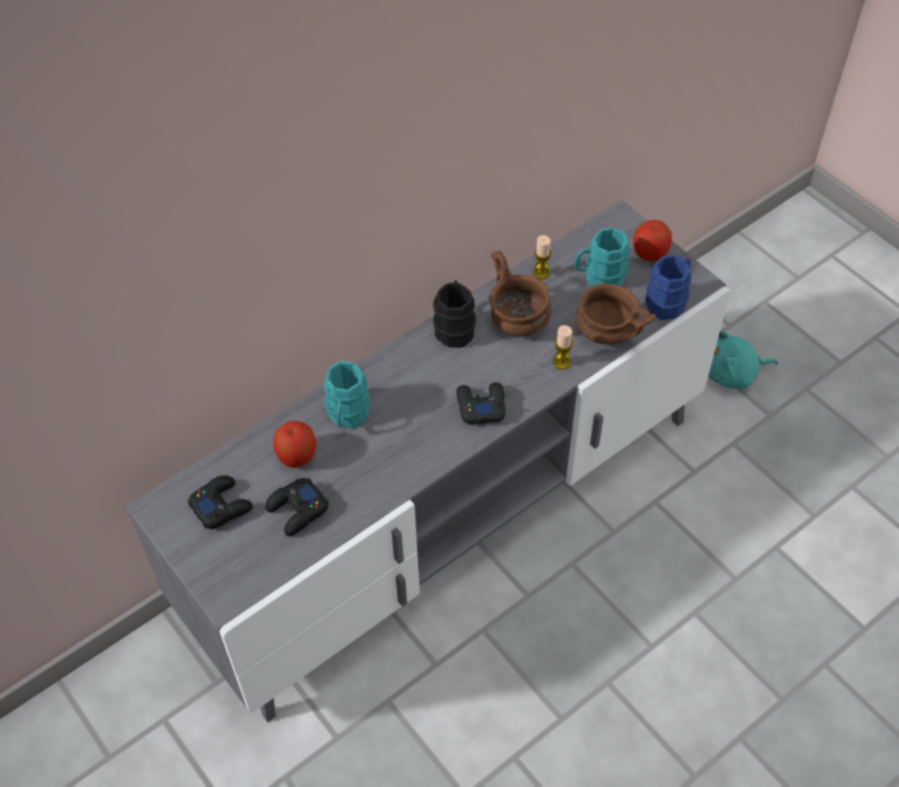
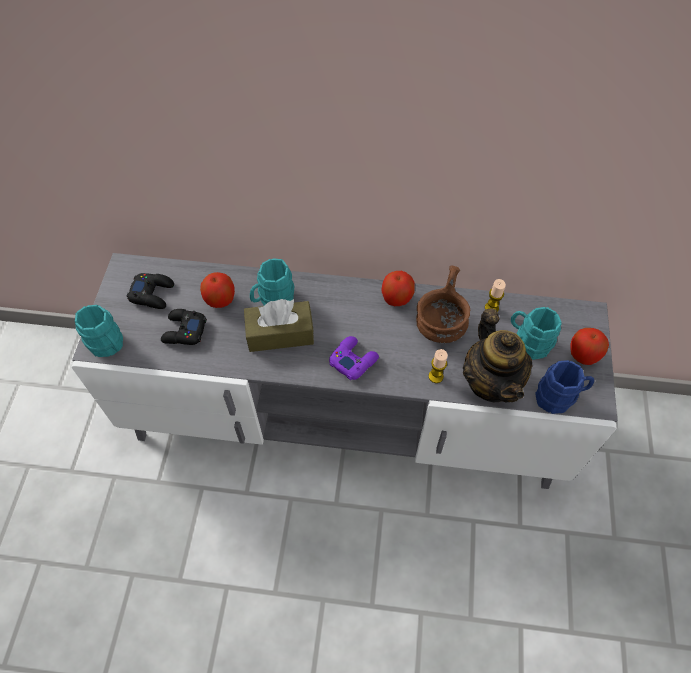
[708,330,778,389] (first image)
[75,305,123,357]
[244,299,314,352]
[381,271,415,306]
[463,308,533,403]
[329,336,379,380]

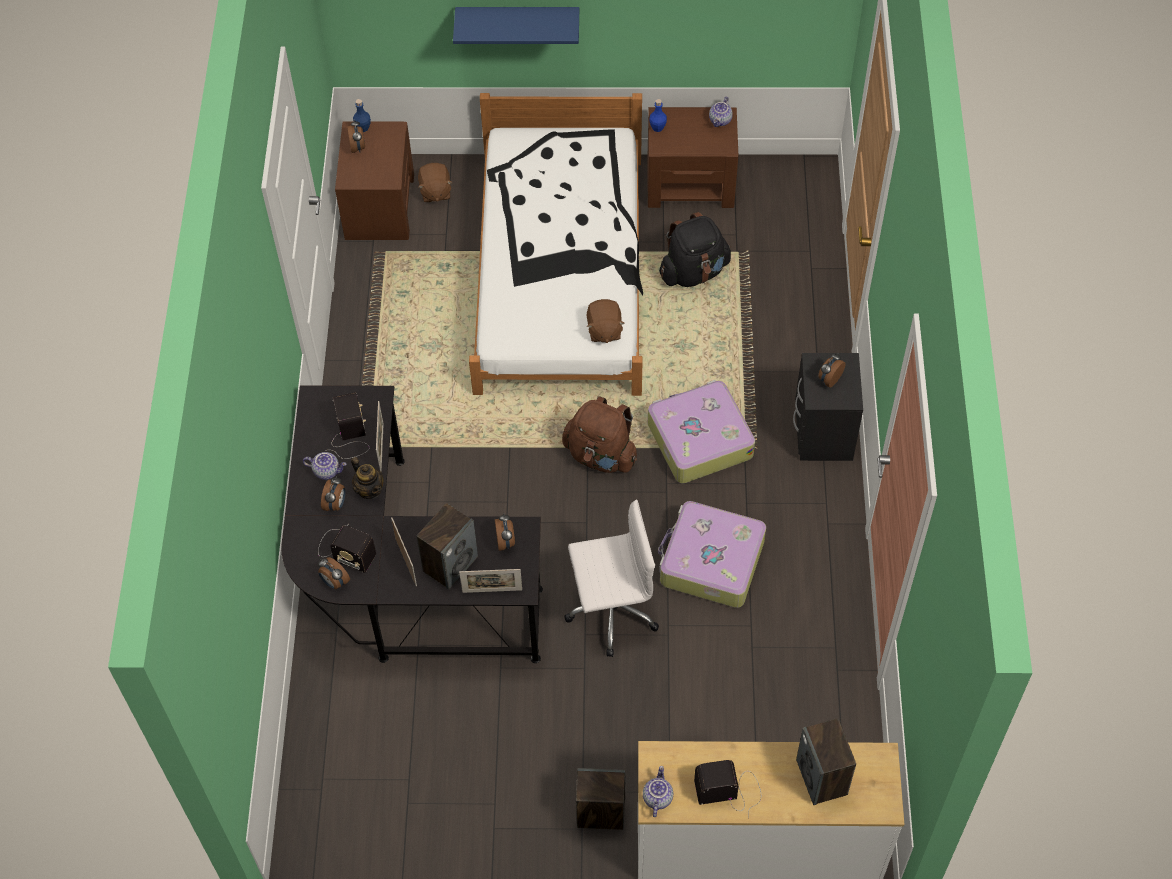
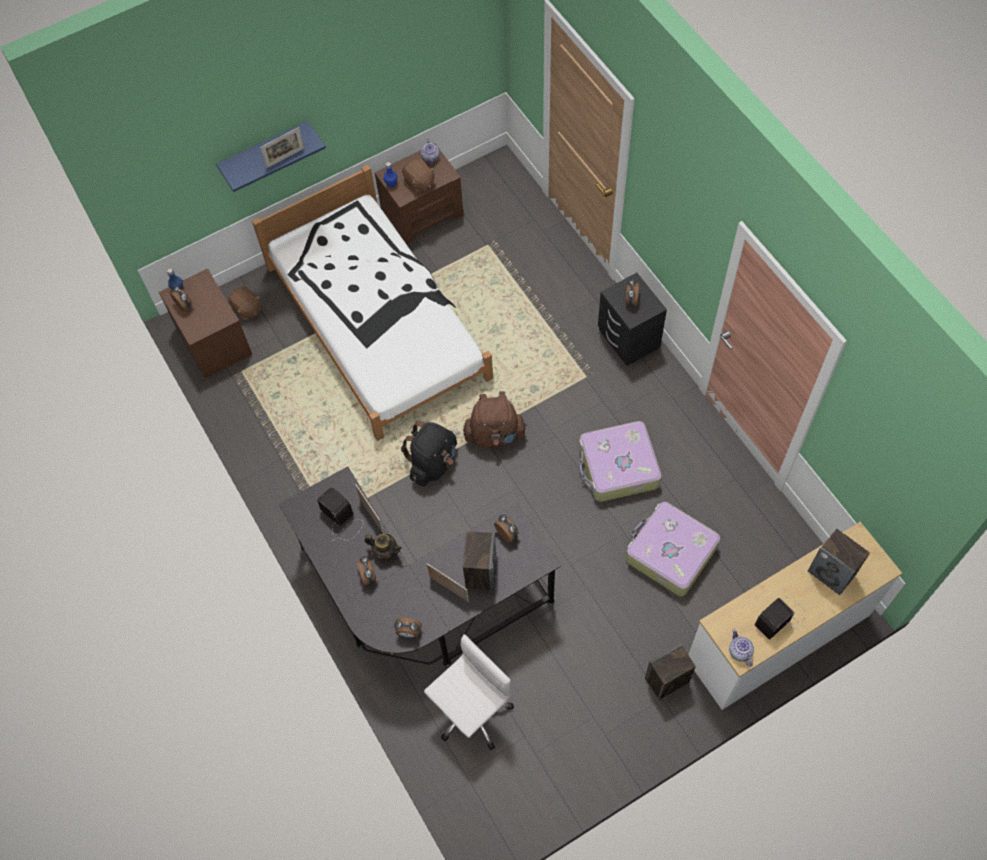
[303,452,347,480] (first image)
[318,525,376,573] (first image)
[260,127,304,168]
[424,634,514,750]
[402,158,435,193]
[626,502,720,596]
[401,421,457,486]

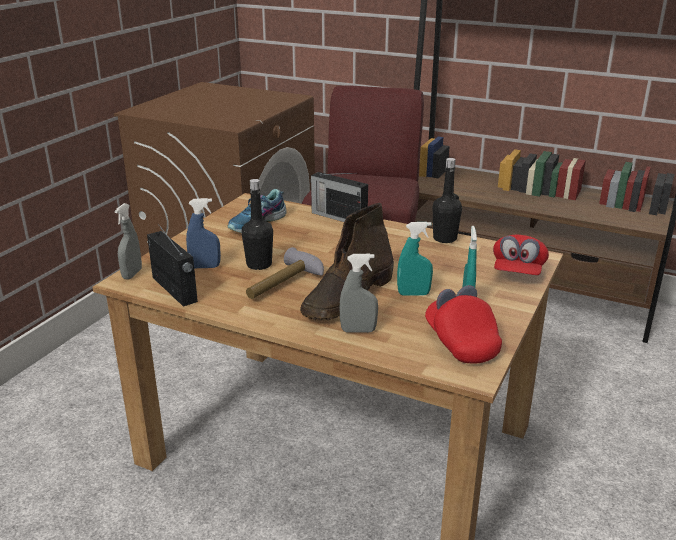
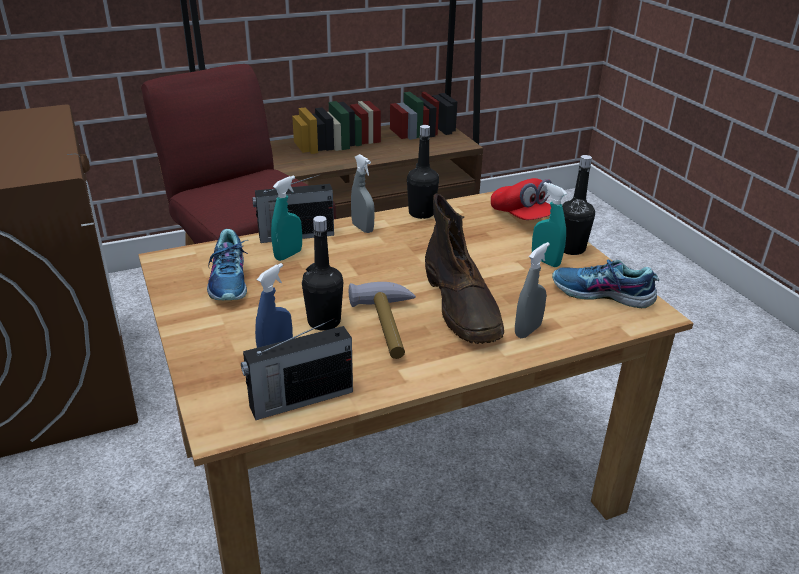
[562,155,595,255]
[351,154,375,233]
[271,175,302,261]
[552,259,659,308]
[241,319,353,420]

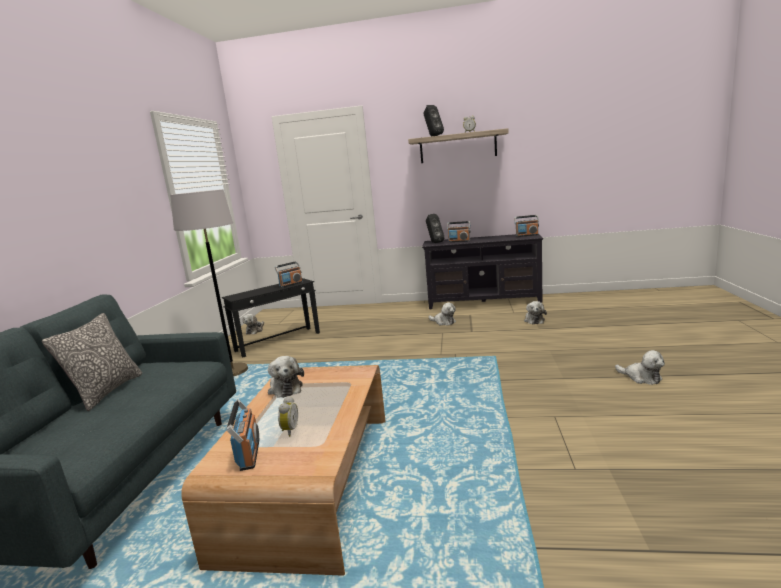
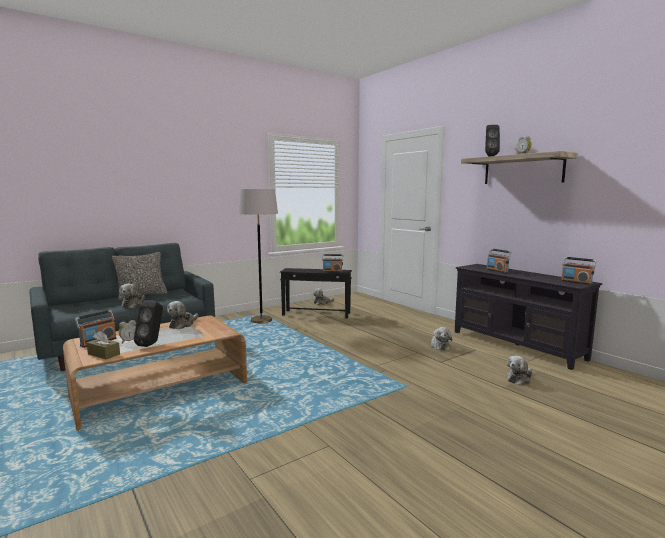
[87,331,120,359]
[134,300,163,347]
[119,284,145,308]

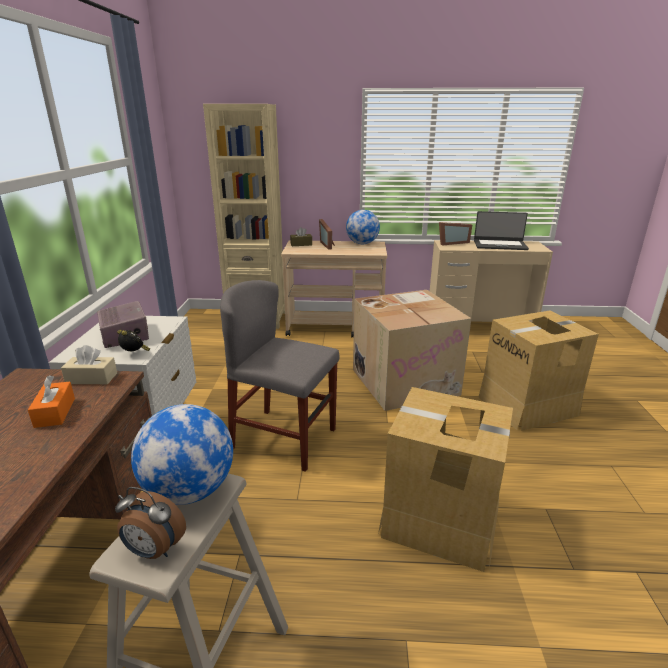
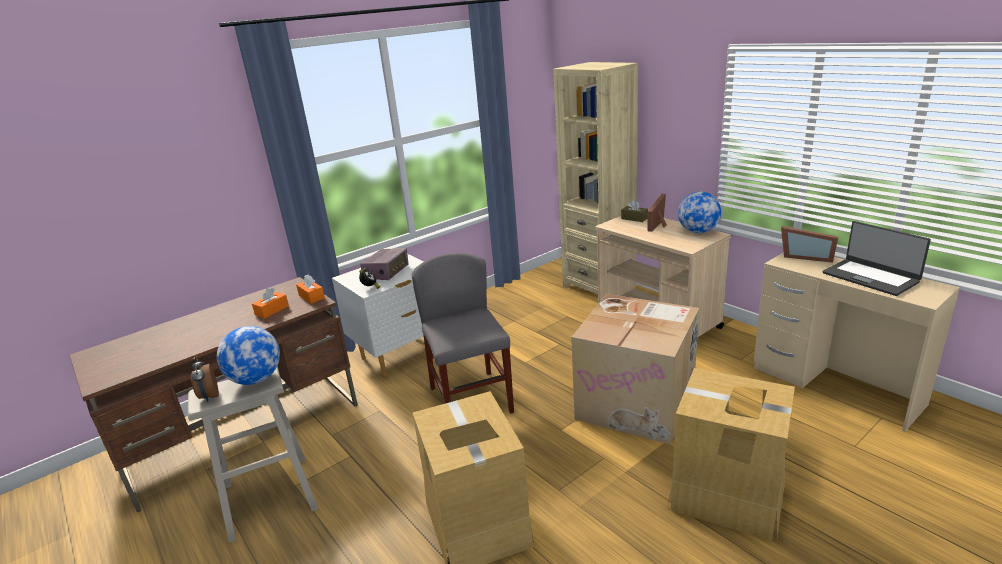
[296,274,325,304]

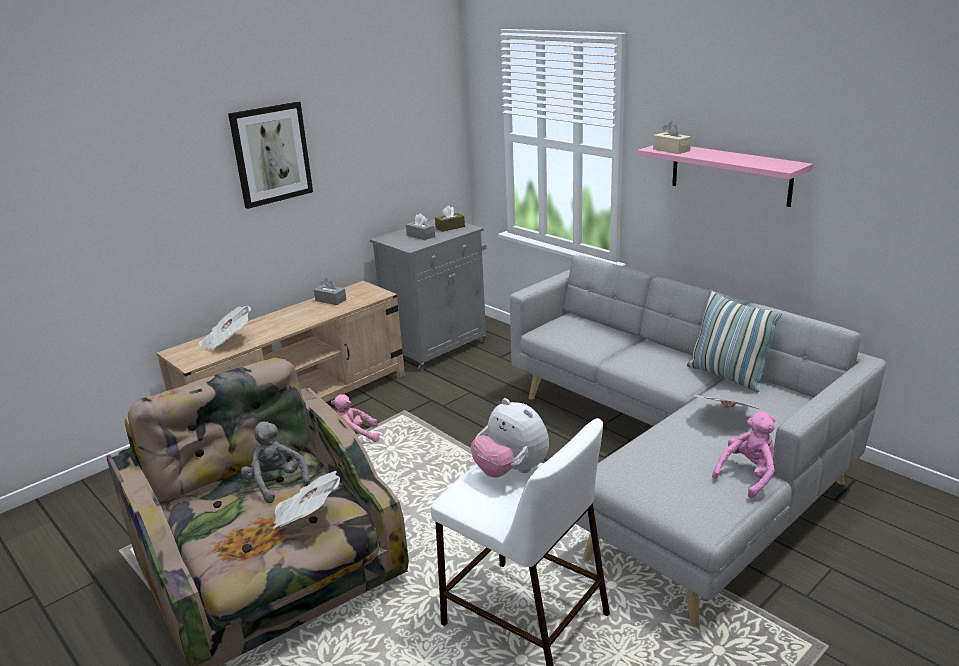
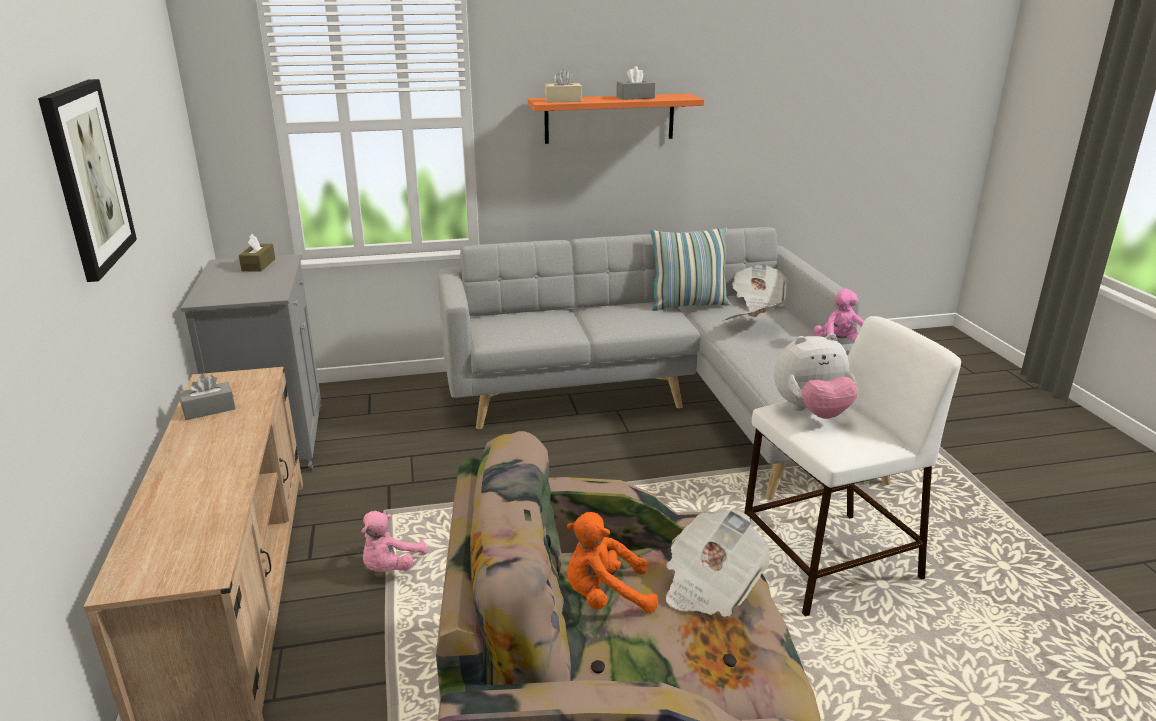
[732,264,787,310]
[616,66,655,100]
[567,512,658,613]
[528,94,704,144]

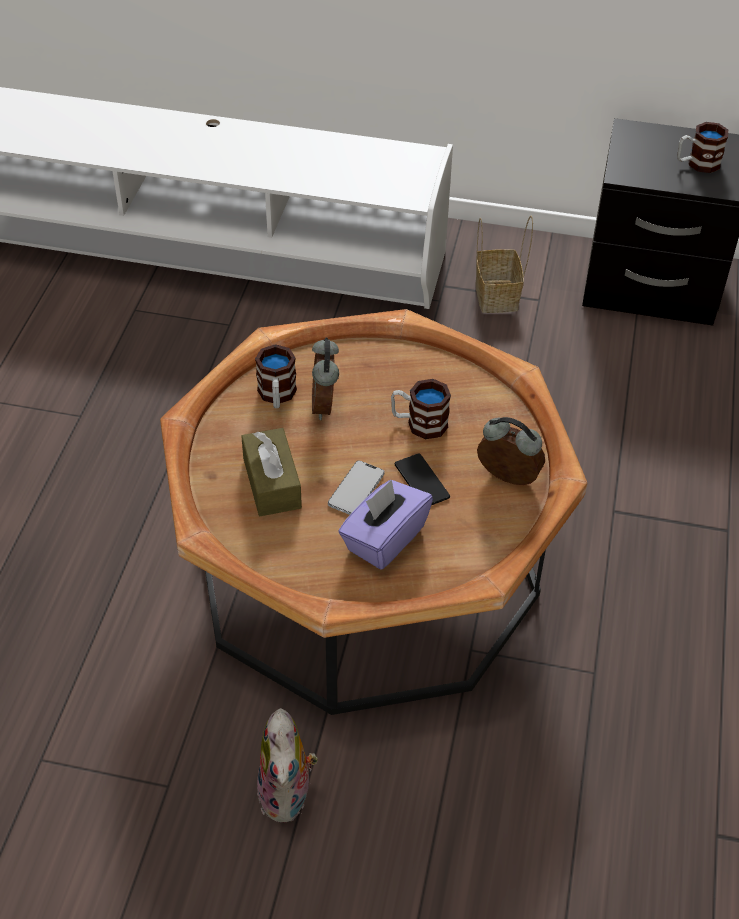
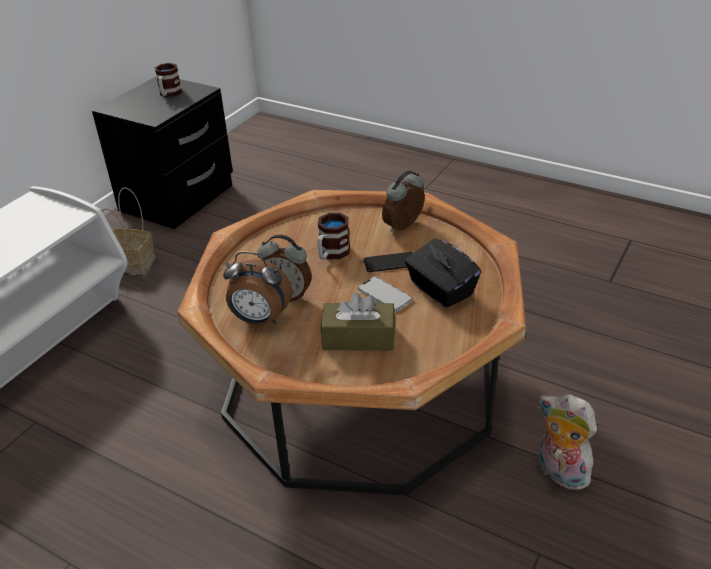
[223,251,292,325]
[405,238,481,308]
[539,394,597,490]

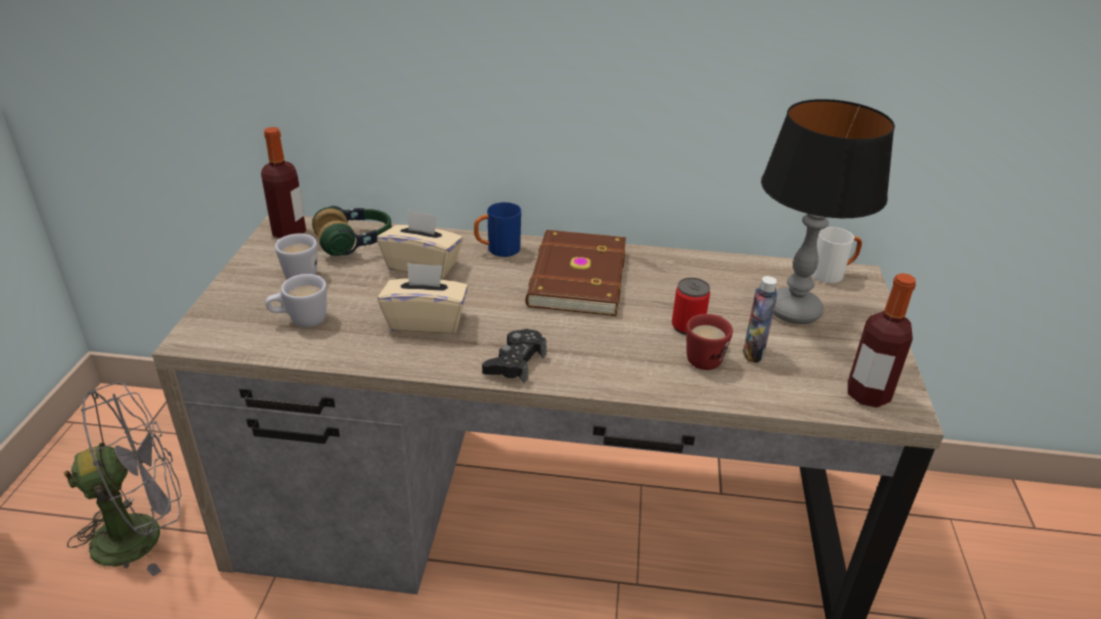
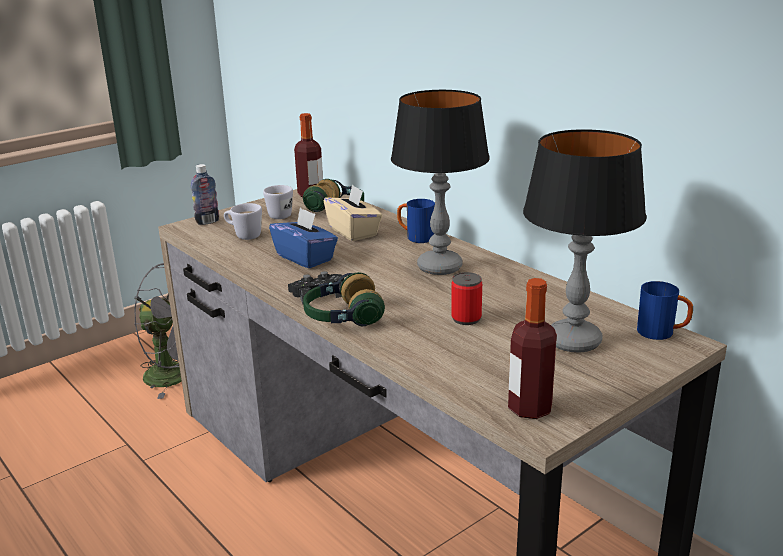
[686,314,733,370] (first image)
[303,272,385,326]
[191,164,219,225]
[391,90,490,275]
[269,207,338,268]
[637,281,693,340]

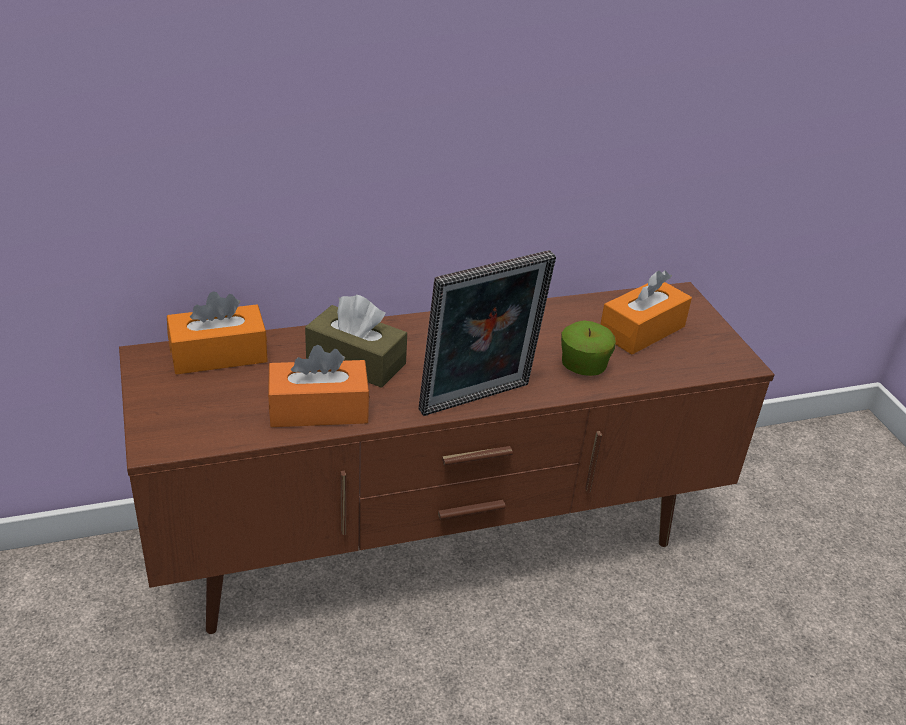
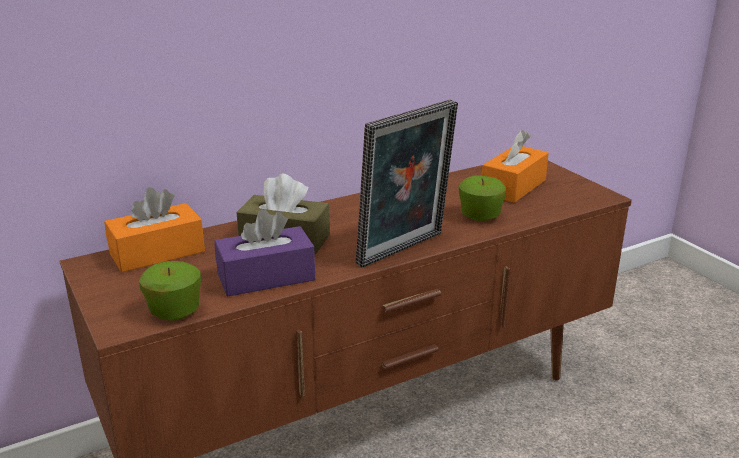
[139,261,201,321]
[214,209,315,296]

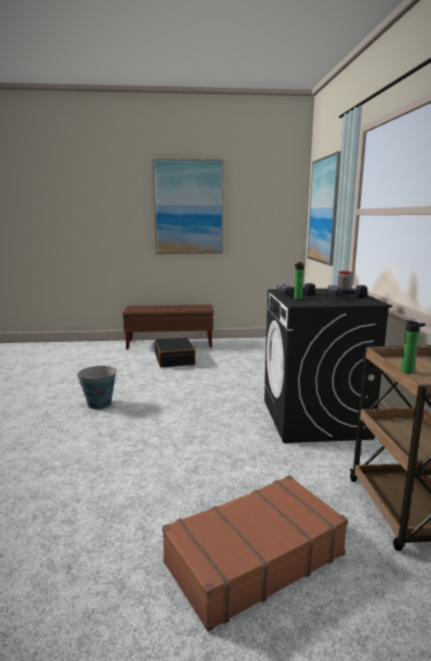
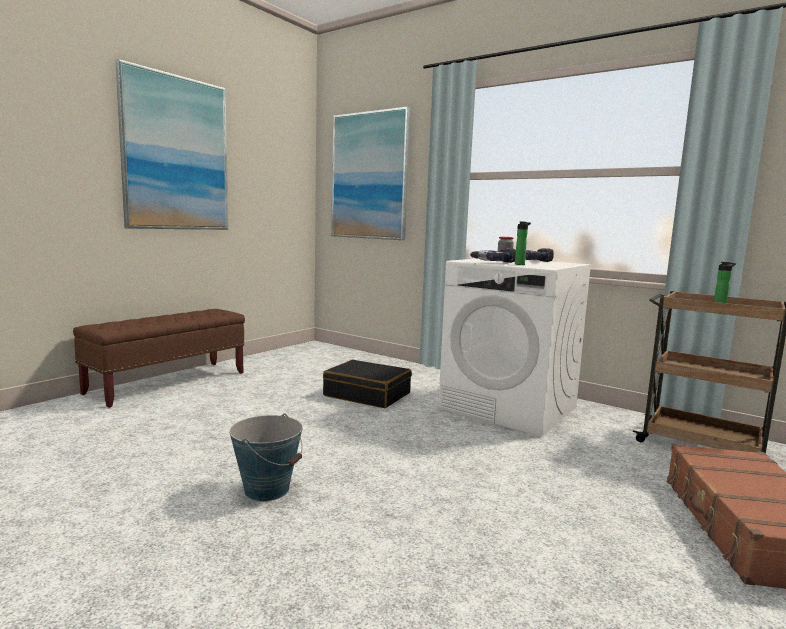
[323,360,412,408]
[438,258,592,437]

